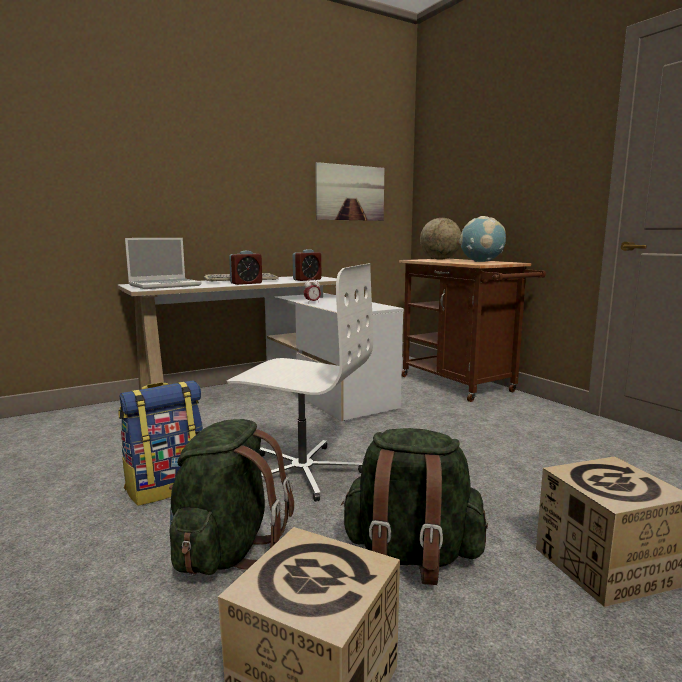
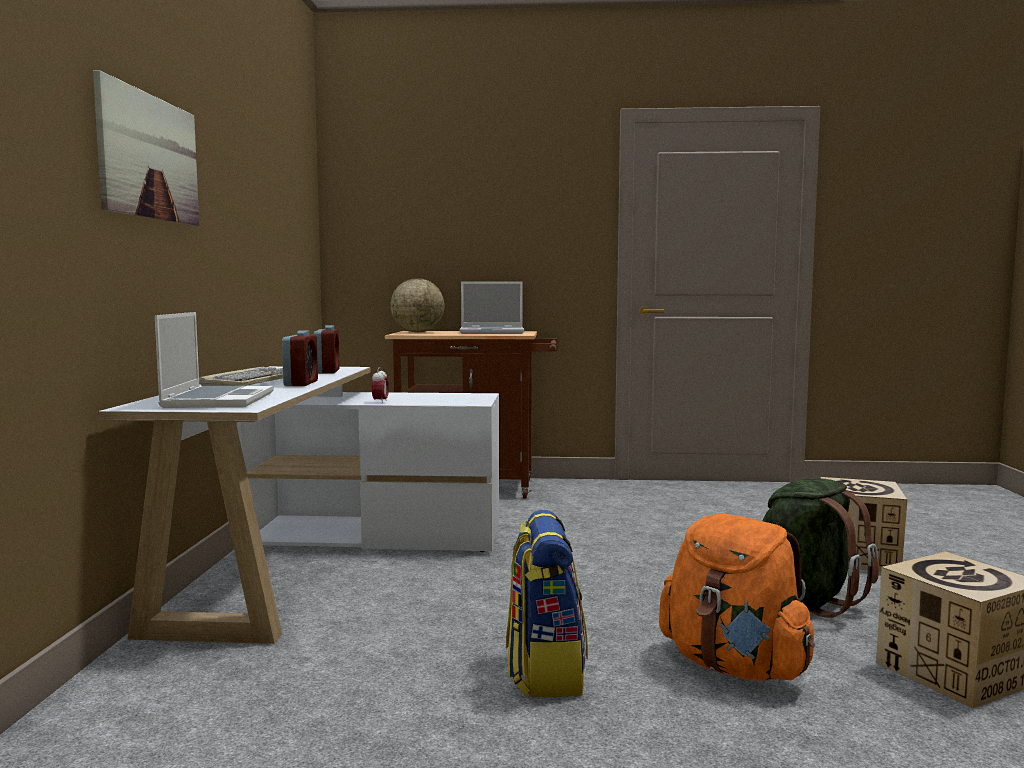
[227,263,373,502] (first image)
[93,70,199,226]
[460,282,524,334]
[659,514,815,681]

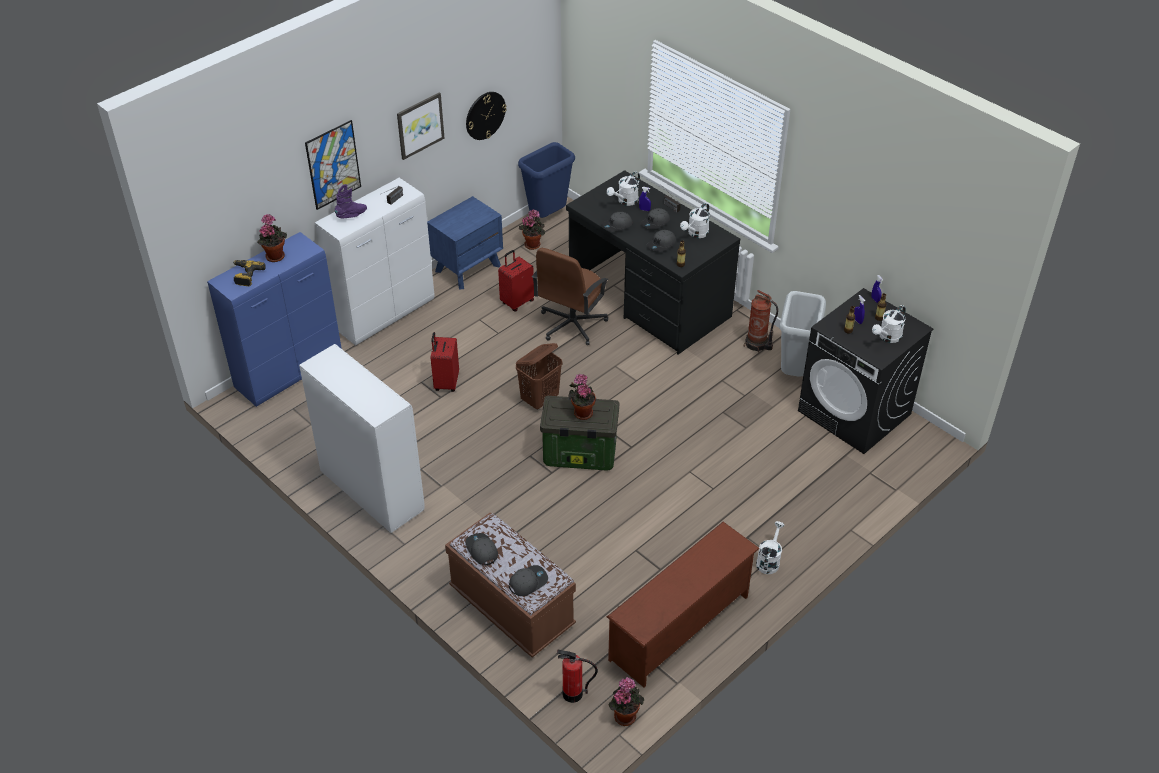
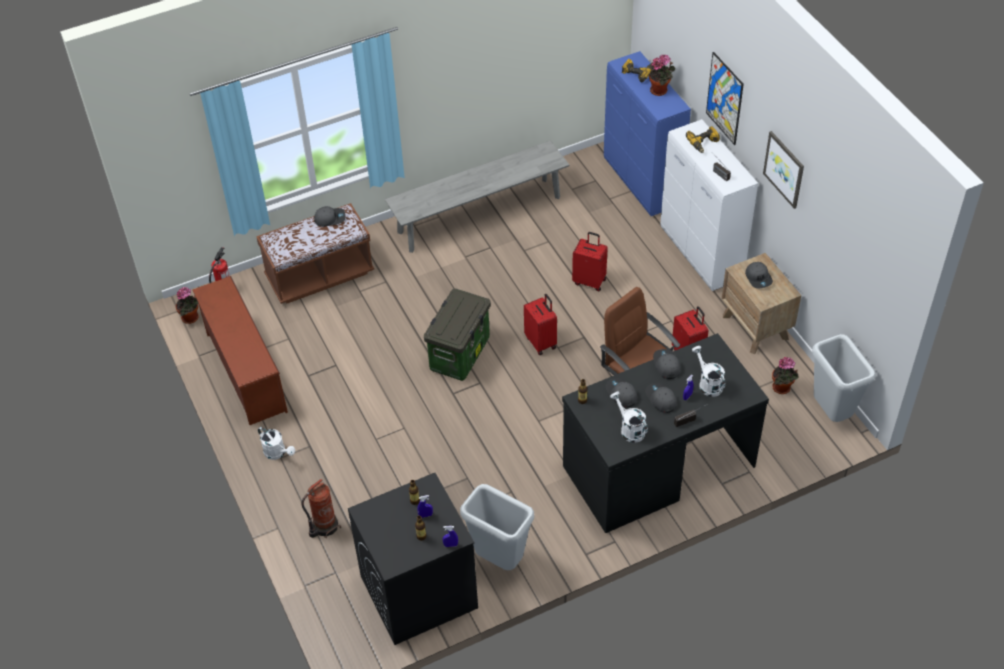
[466,92,507,140] (first image)
[568,374,596,420] (first image)
[872,305,906,343] (first image)
[745,262,773,289]
[302,479,341,538]
[385,140,569,253]
[686,126,720,153]
[524,294,557,355]
[722,253,801,354]
[812,334,876,422]

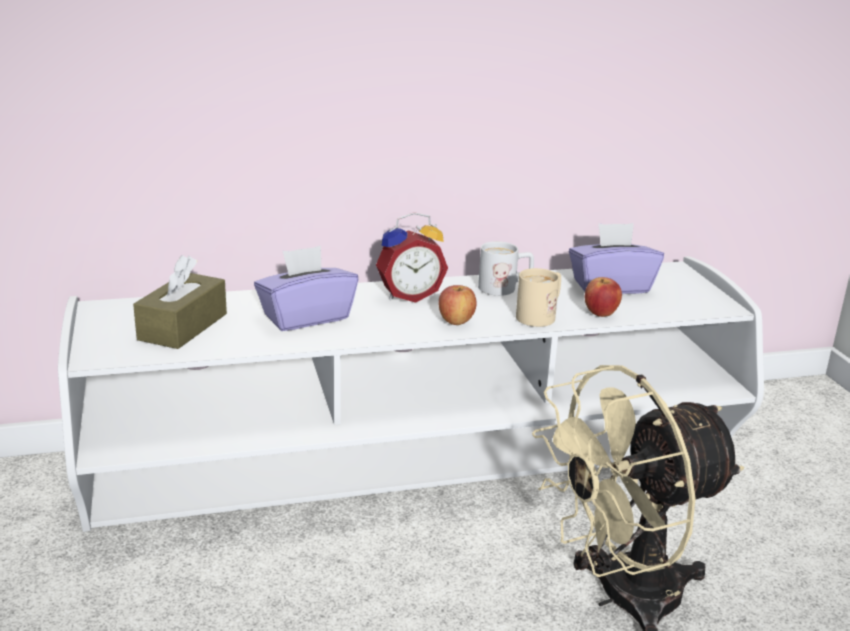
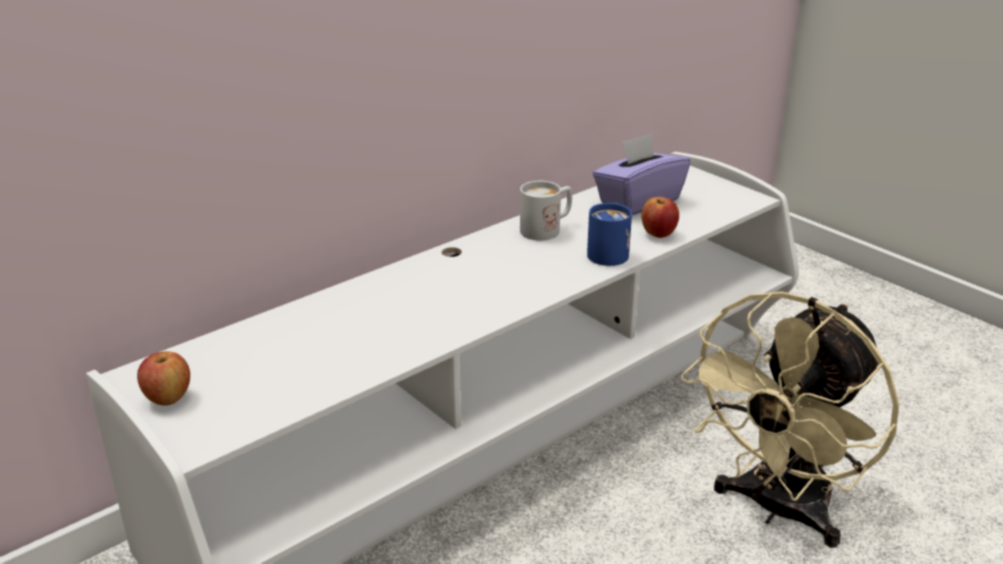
[133,255,227,349] (first image)
[254,246,358,331] (first image)
[376,212,448,303] (first image)
[137,351,190,406]
[587,203,632,266]

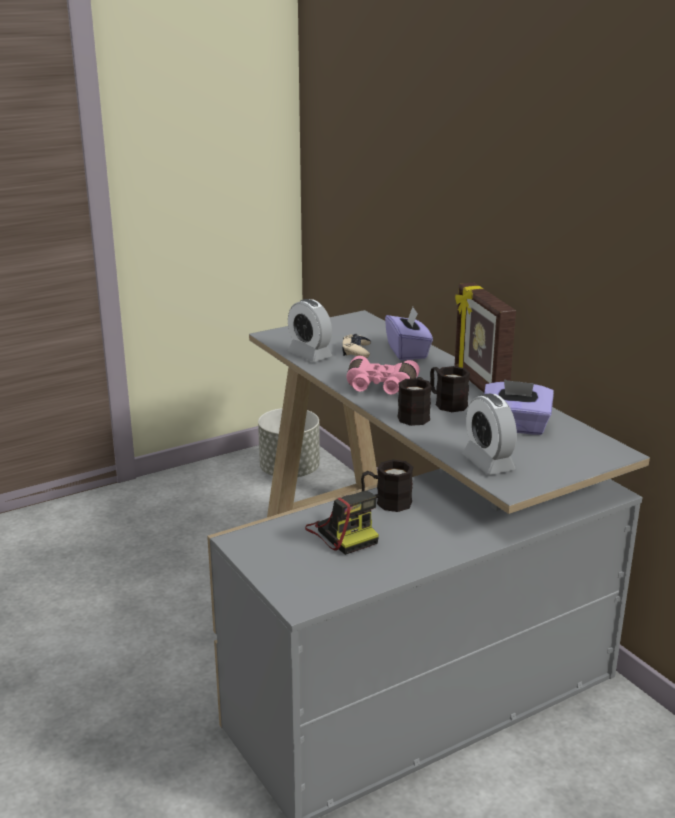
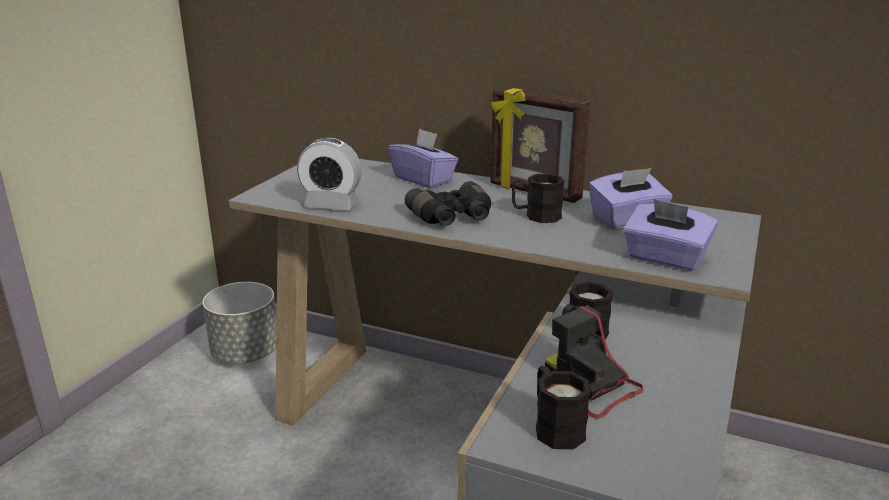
[342,334,371,358] (first image)
[536,366,591,450]
[623,199,718,271]
[405,181,491,226]
[545,305,643,419]

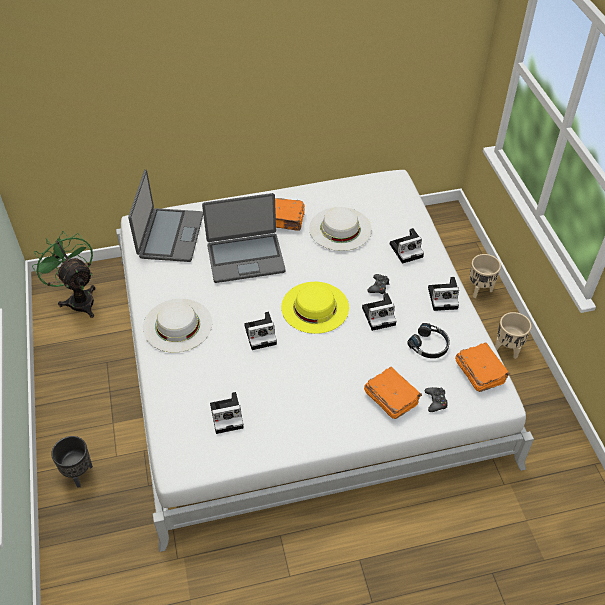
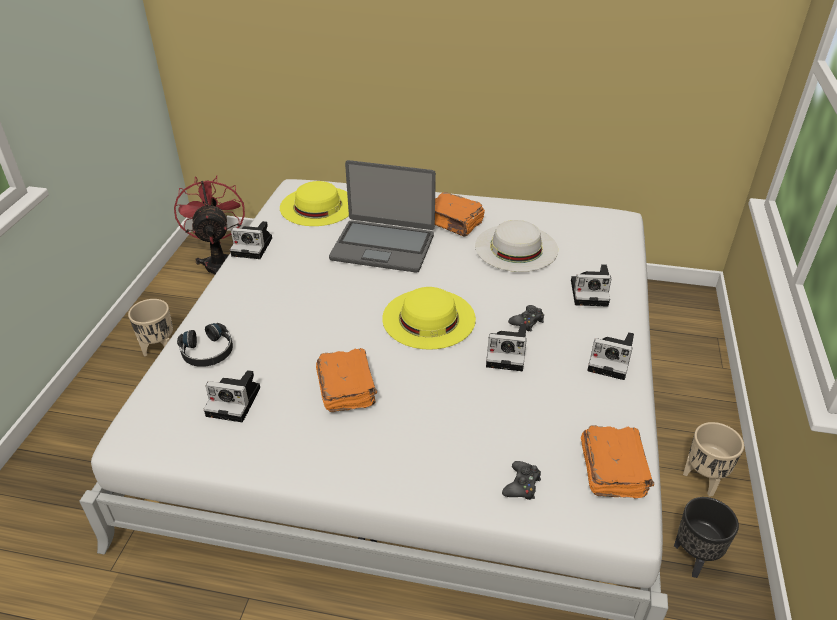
[143,299,212,353] (first image)
[674,497,739,578]
[230,221,272,259]
[316,348,377,412]
[177,323,233,367]
[128,299,173,357]
[280,181,349,226]
[174,176,245,275]

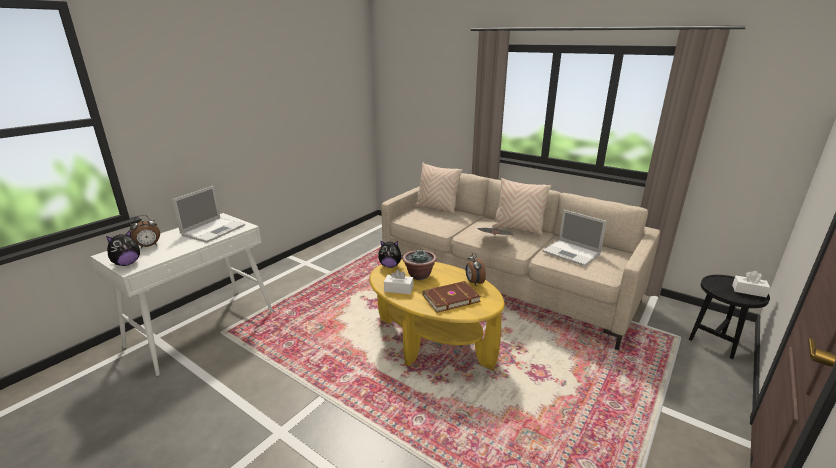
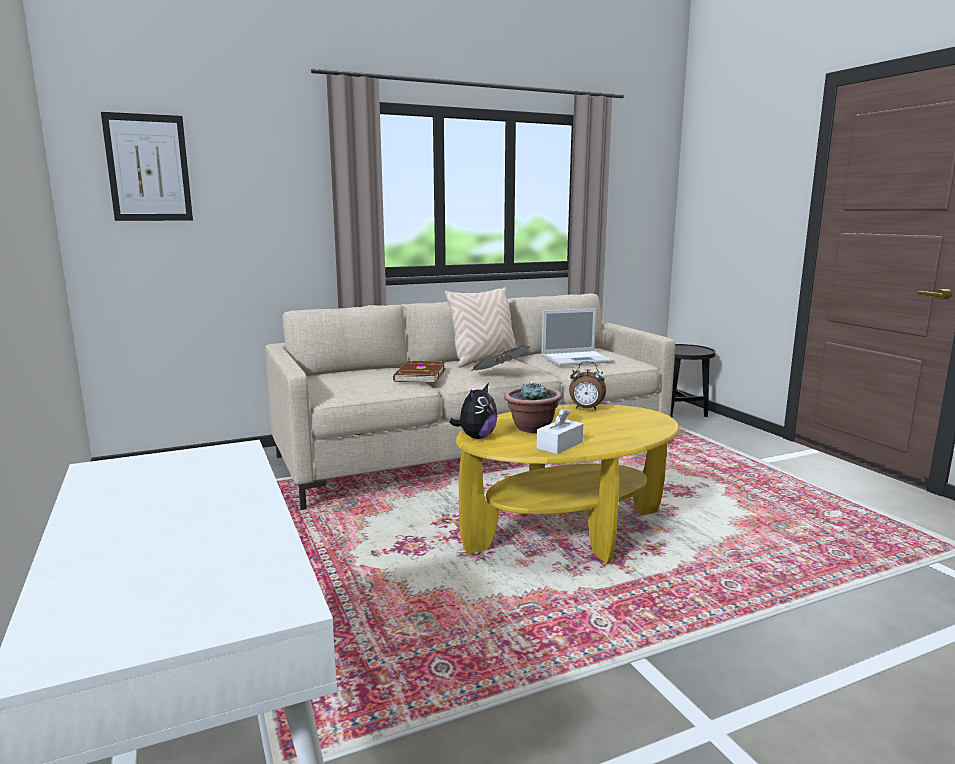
[106,230,140,266] (first image)
[130,215,160,249] (first image)
[172,186,245,243] (first image)
[414,162,463,214] (first image)
[732,271,771,297] (first image)
[101,112,193,221]
[393,361,446,383]

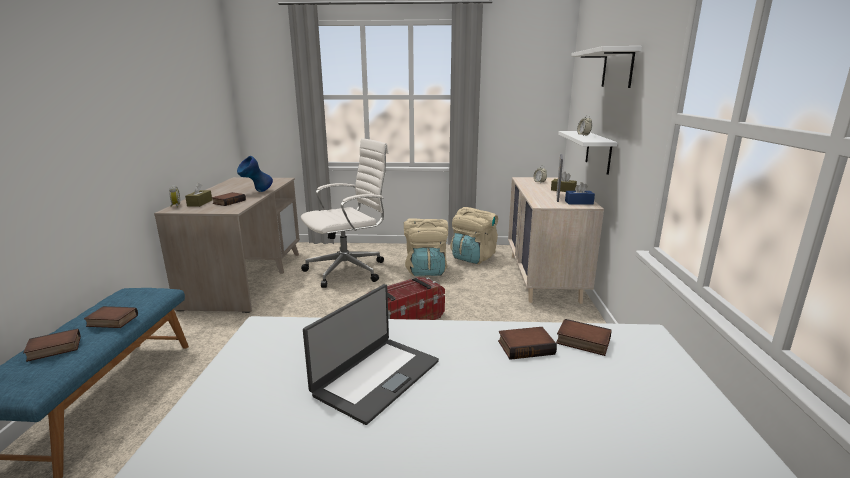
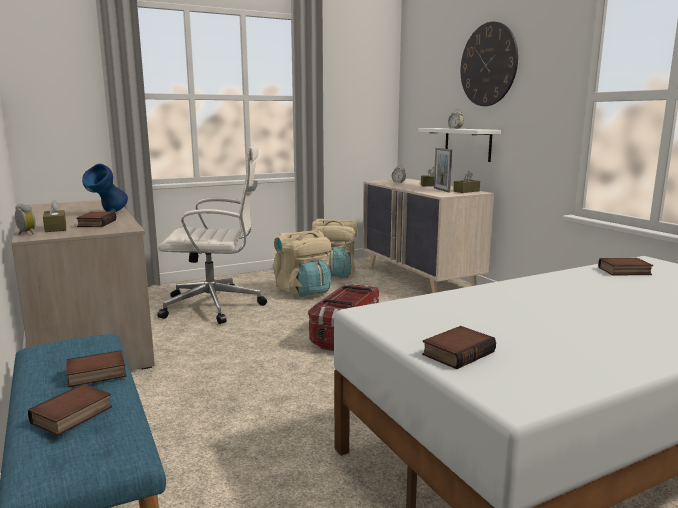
[303,284,439,425] (first image)
[422,326,496,369]
[461,22,518,106]
[453,171,480,193]
[157,144,267,324]

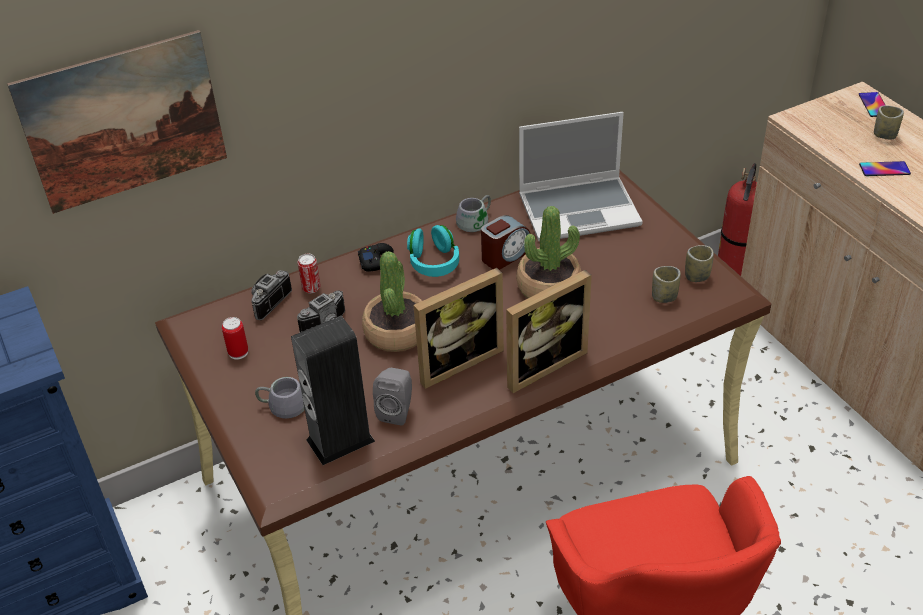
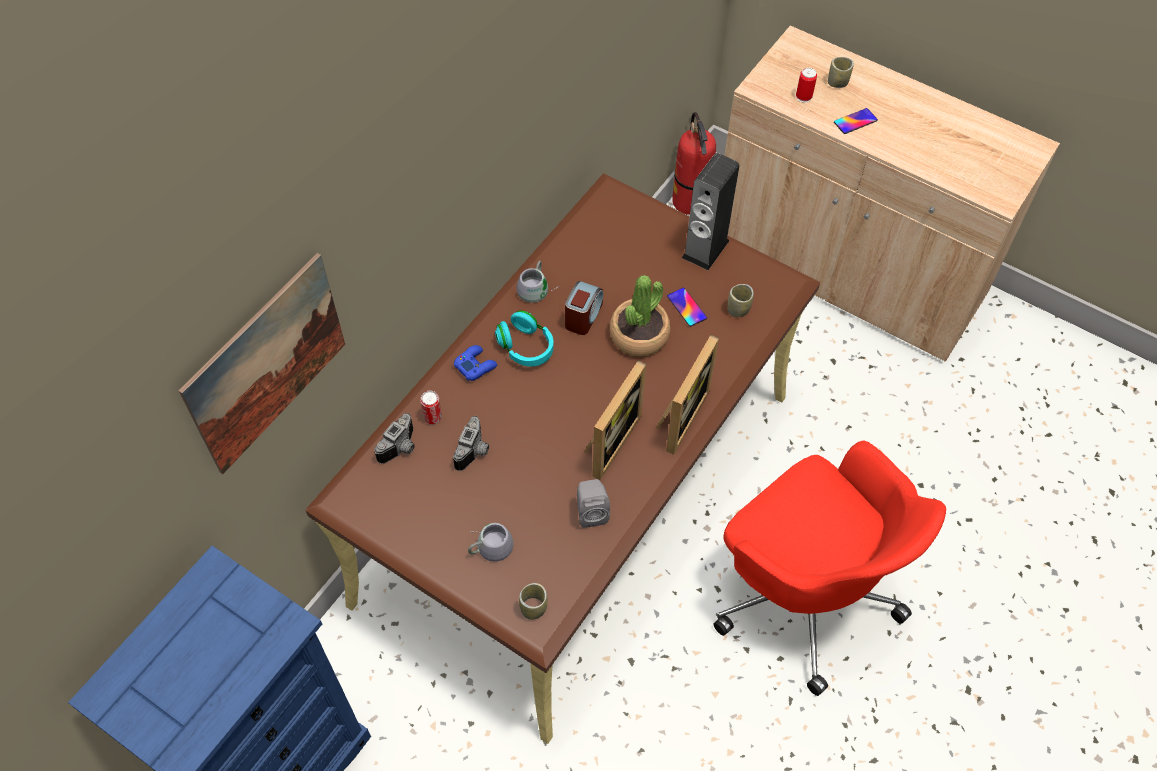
[362,251,422,352] (first image)
[519,112,643,242] (first image)
[796,68,817,103]
[681,153,739,270]
[519,583,548,620]
[667,288,707,326]
[454,345,497,381]
[374,413,415,464]

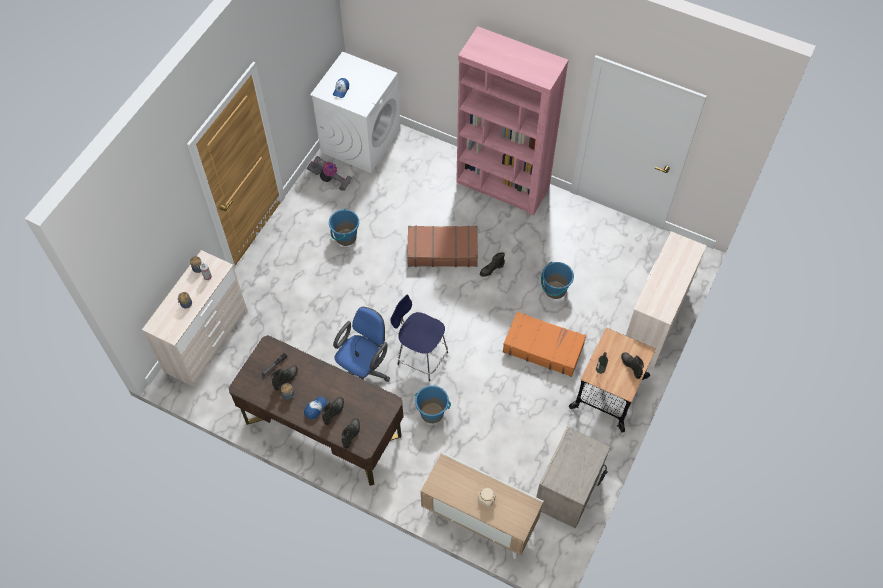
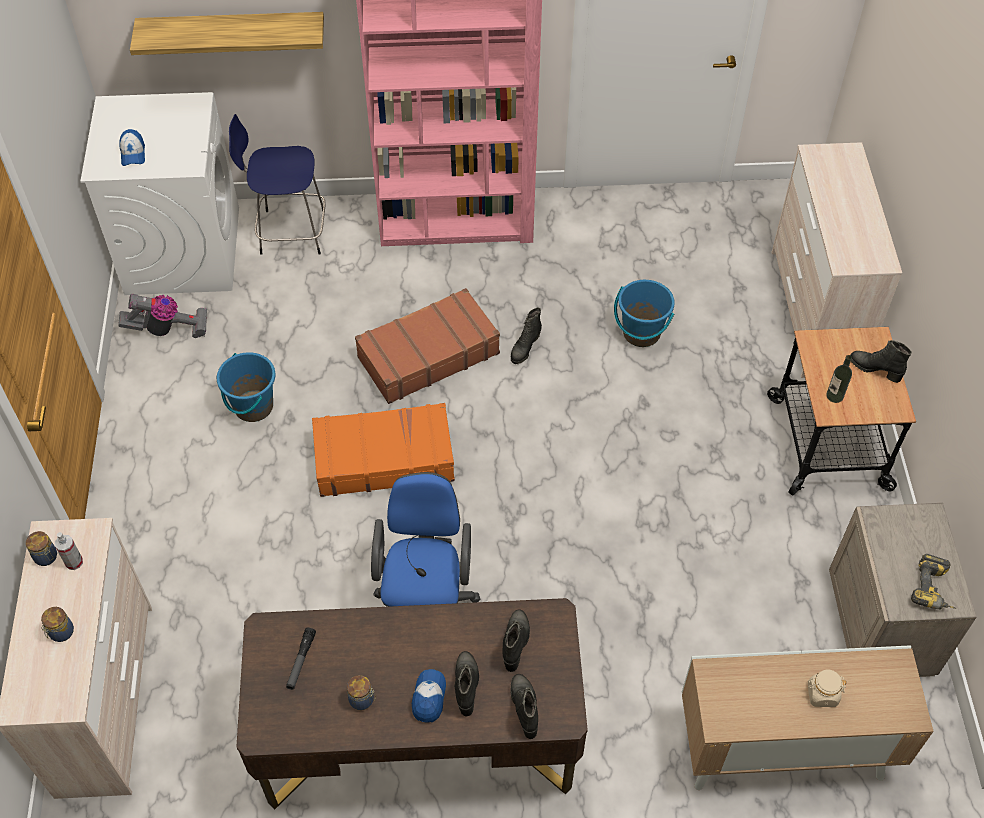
[414,385,451,424] (first image)
[130,12,324,55]
[911,554,956,609]
[502,609,530,672]
[229,114,326,255]
[312,403,455,497]

